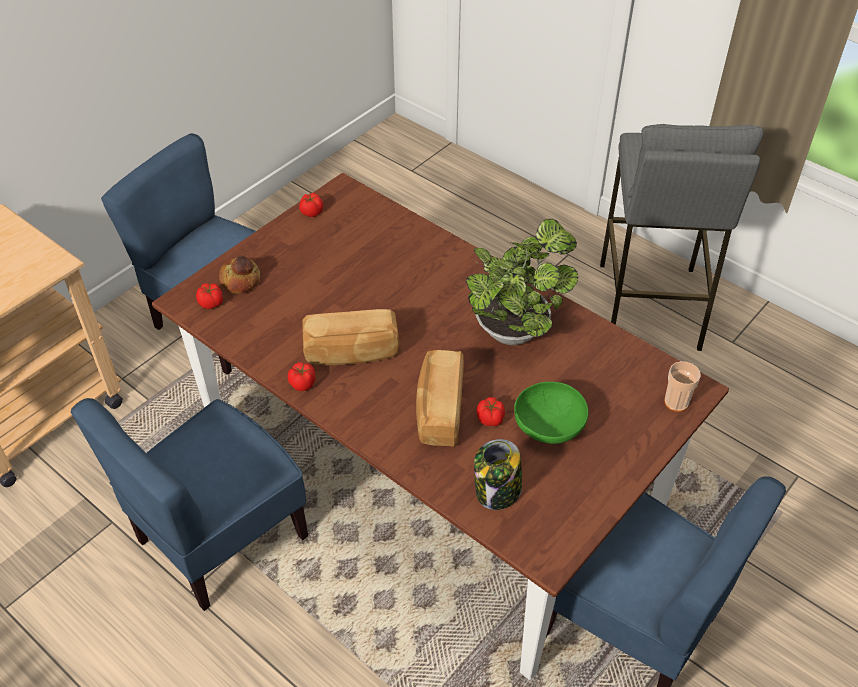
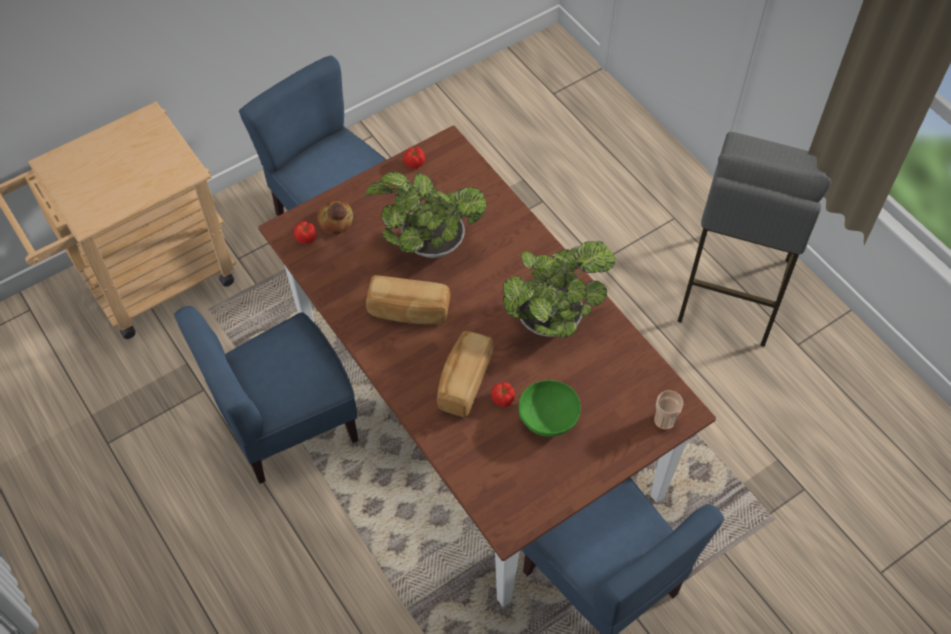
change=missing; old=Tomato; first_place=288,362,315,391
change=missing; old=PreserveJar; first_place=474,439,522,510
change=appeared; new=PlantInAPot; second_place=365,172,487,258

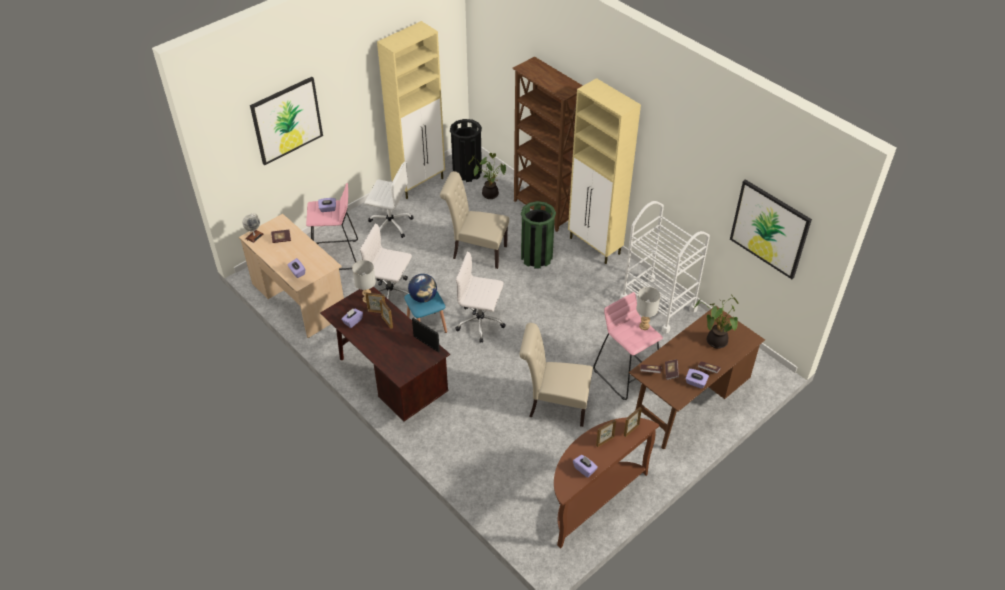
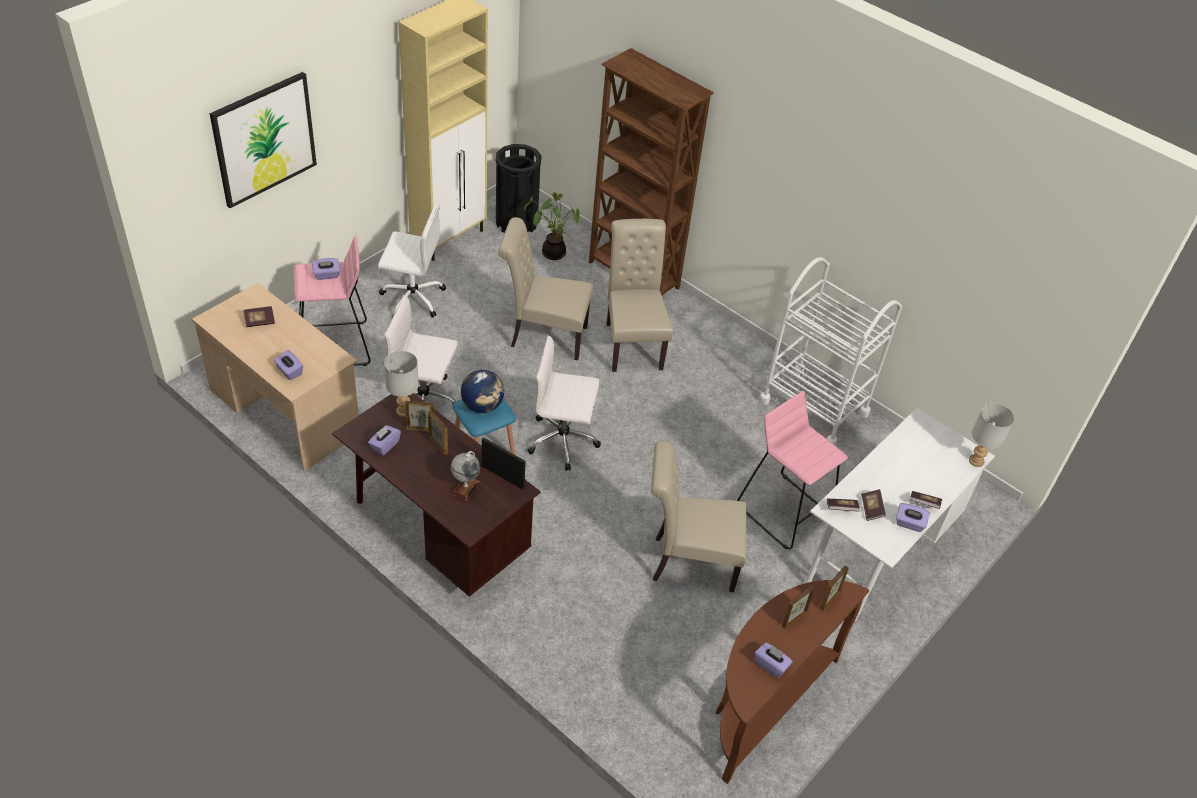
change=missing; old=BeigeCabinet; first_place=568,78,641,264
change=missing; old=PlantInAPot; first_place=694,296,738,348
change=missing; old=WallPicture; first_place=730,179,812,279
change=relocated; old=WorldGlobe; first_place=242,213,263,243; second_place=451,451,480,501
change=relocated; old=GreyTabletopLamp; first_place=636,287,660,330; second_place=969,403,1014,467
change=exchanged; old=GreenTrashCan; new=BeigeUprightChair; first_place=521,201,556,268; second_place=606,219,673,372
change=colour; old=BrownDeskUnit; new=WhiteColouredDeskUnit; first_place=629,307,765,449; second_place=804,408,995,621

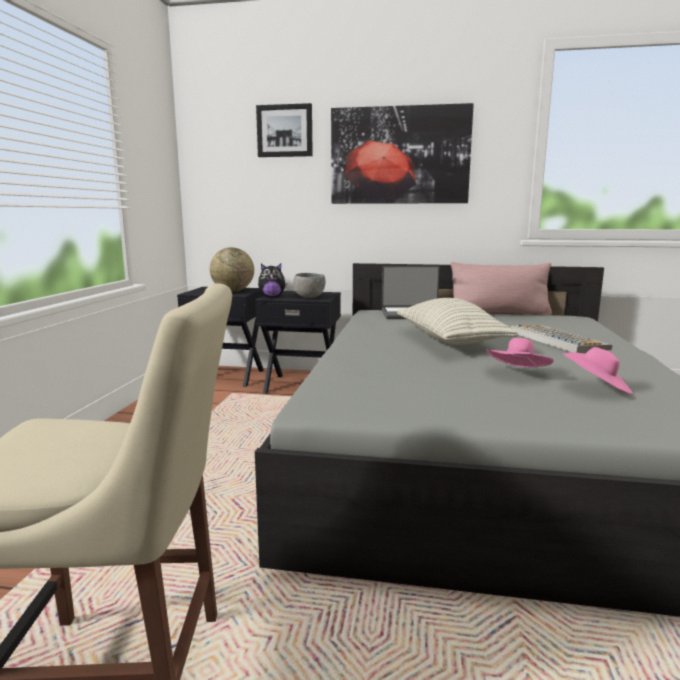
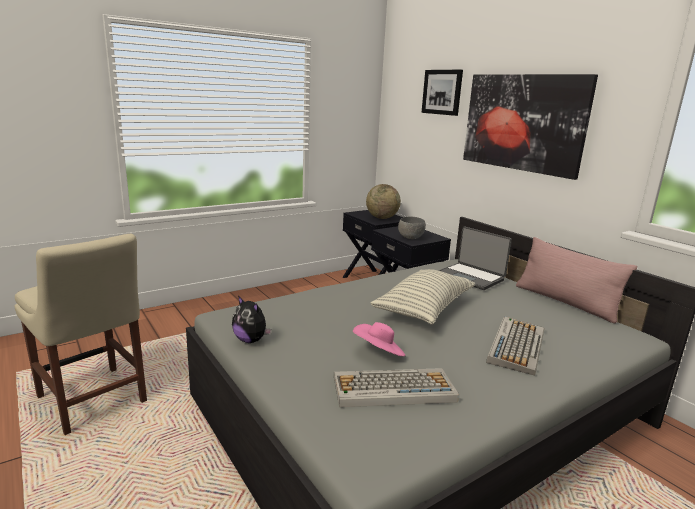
change=relocated; old=SoftToy; first_place=258,264,287,297; second_place=232,296,272,343
change=exchanged; old=PinkColouredClothingHat; new=ComputerKeyboard; first_place=563,347,633,395; second_place=334,368,459,407

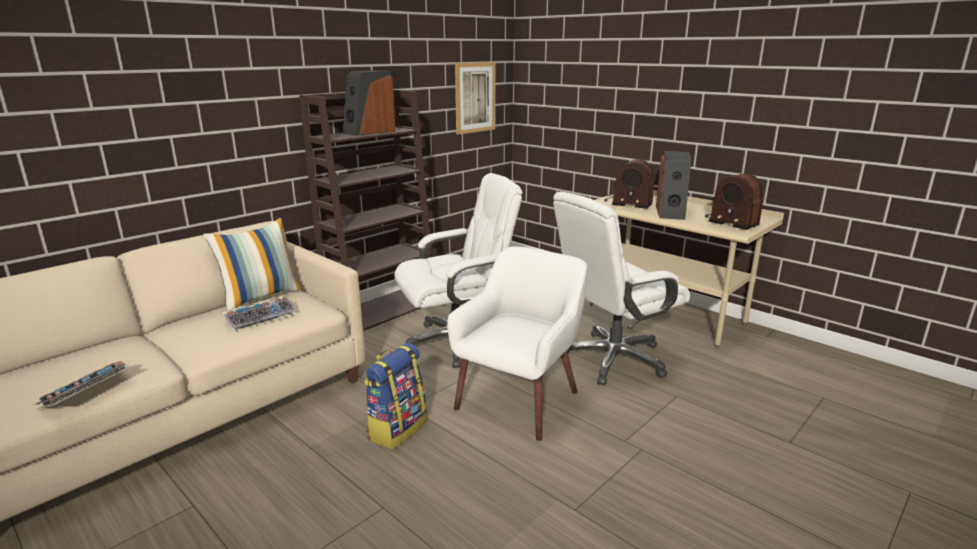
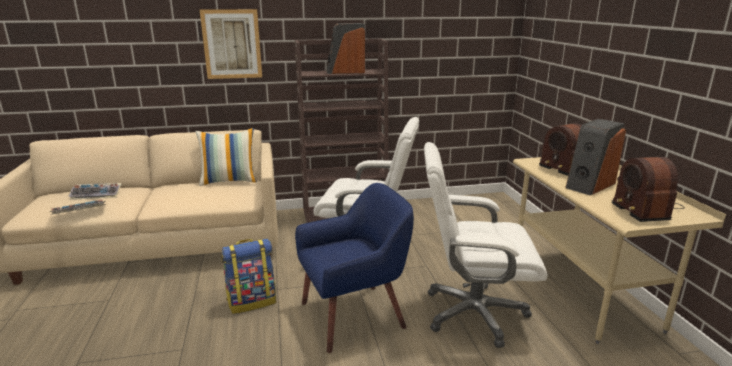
change=relocated; old=ComputerKeyboard; first_place=222,296,296,332; second_place=68,183,122,200
change=relocated; old=WallPicture; first_place=455,62,496,135; second_place=200,9,262,79
change=colour; old=WhiteColouredEasyChair; new=BlueColouredEasyChair; first_place=447,246,587,441; second_place=295,183,414,353

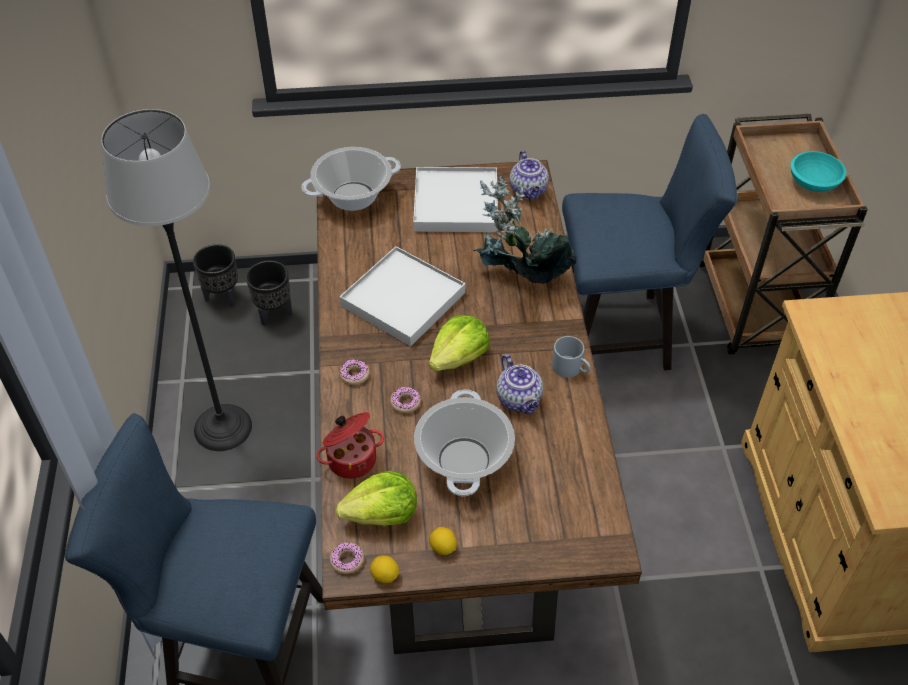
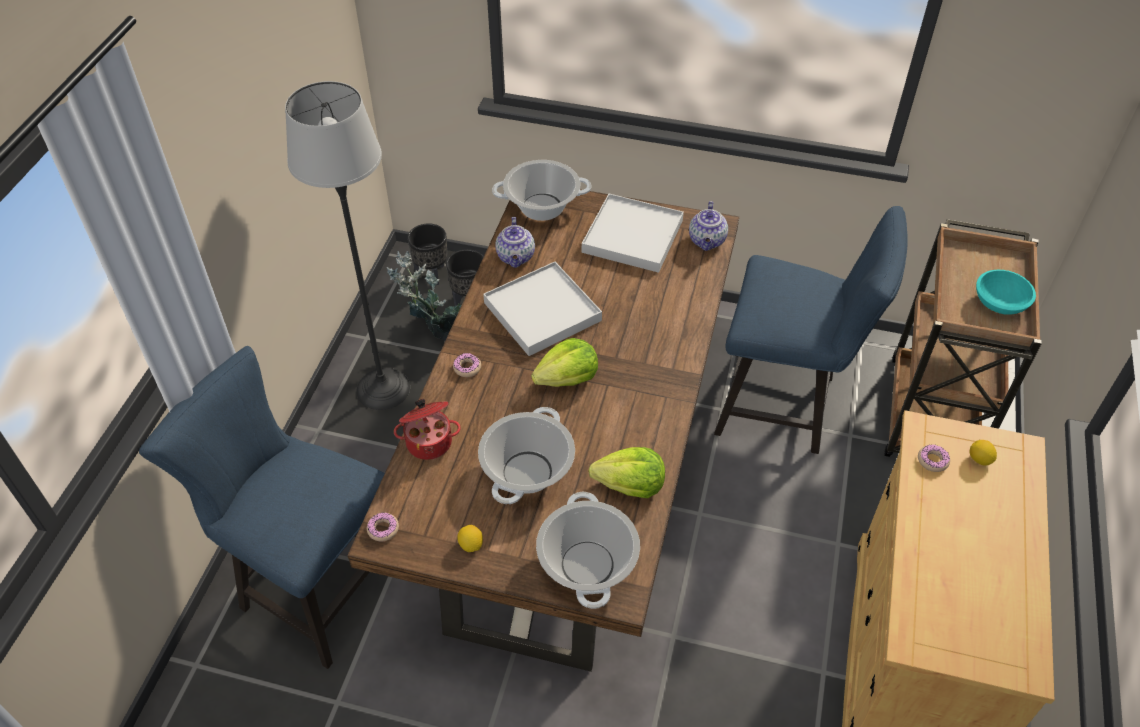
change=missing; old=GreyCoffeeMug; first_place=552,336,591,378
change=appeared; new=Stockpot; second_place=536,492,640,609
change=relocated; old=HeadOfLettuce; first_place=336,471,417,526; second_place=588,447,665,498
change=relocated; old=Lemon; first_place=370,555,399,583; second_place=970,440,997,466
change=relocated; old=Donut; first_place=390,387,421,413; second_place=918,444,950,472
change=relocated; old=PlantInAPot; first_place=474,176,577,284; second_place=387,251,461,340
change=relocated; old=PotForTea; first_place=496,354,543,414; second_place=495,217,535,268

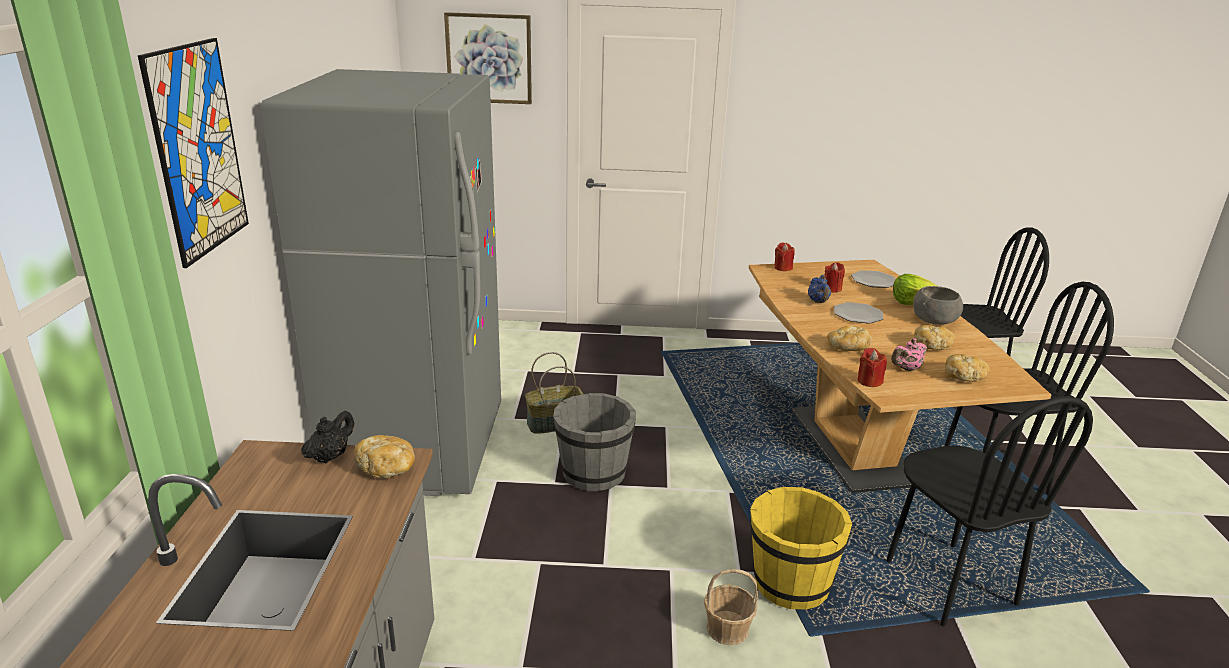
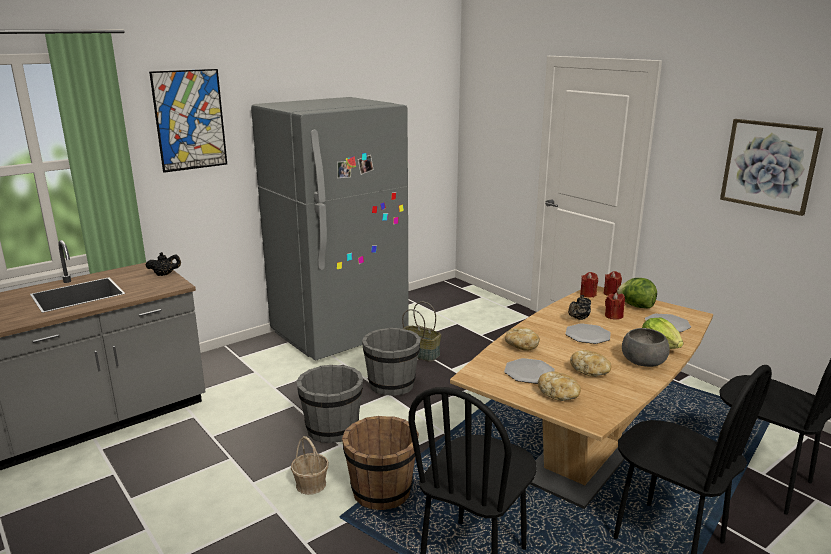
change=missing; old=BakeryBread; first_place=354,435,415,478
change=appeared; new=GreyPail; second_place=297,365,363,443
change=appeared; new=HeadOfLettuce; second_place=617,278,657,309
change=relocated; old=WallPicture; first_place=444,12,532,104; second_place=720,119,823,216
change=relocated; old=RedColouredCandle; first_place=858,348,887,387; second_place=580,272,598,297
change=exchanged; old=PinkColouredPotForTea; new=FlatDish; first_place=891,338,927,371; second_place=504,358,555,384
change=colour; old=YellowColouredPail; new=BrownPail; first_place=750,487,852,610; second_place=342,416,419,510
change=colour; old=BlueColouredPotForTea; new=BlackColouredPotForTea; first_place=808,275,831,303; second_place=568,295,591,320

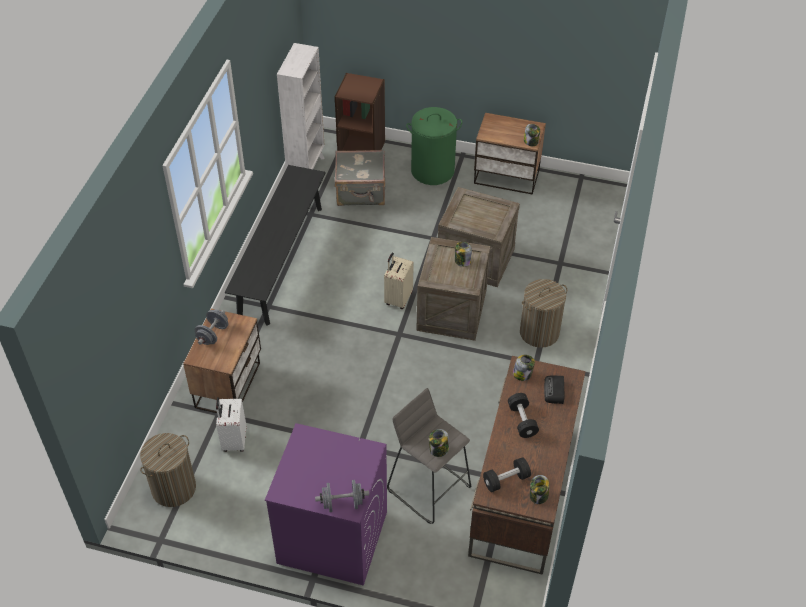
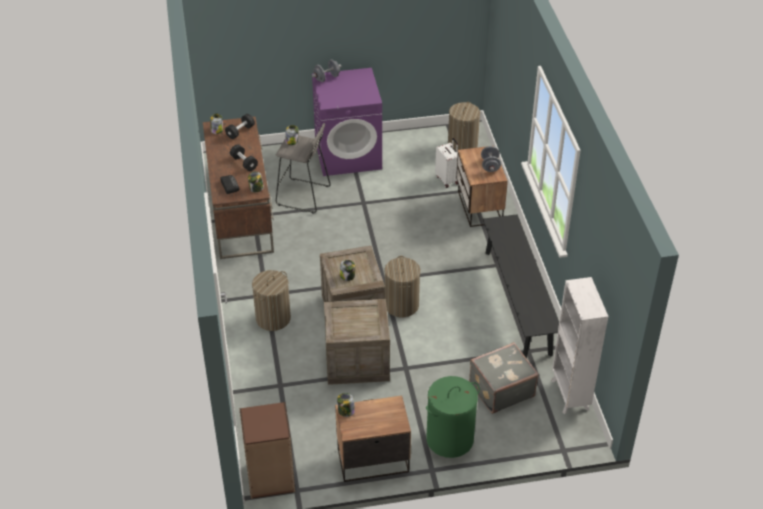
change=relocated; old=BrownShelvingUnit; first_place=335,73,385,151; second_place=240,402,295,499
change=exchanged; old=BeigeTravelCase; new=WashingBasket; first_place=384,253,414,309; second_place=384,256,420,318

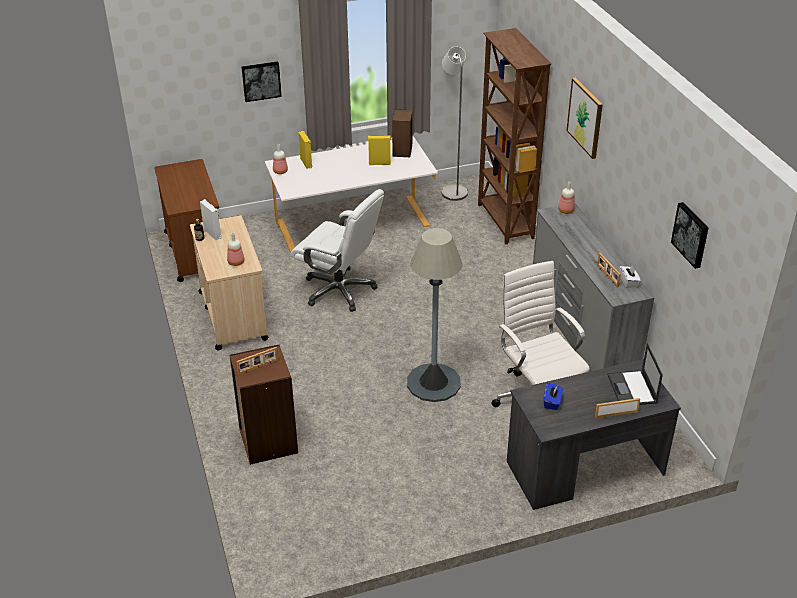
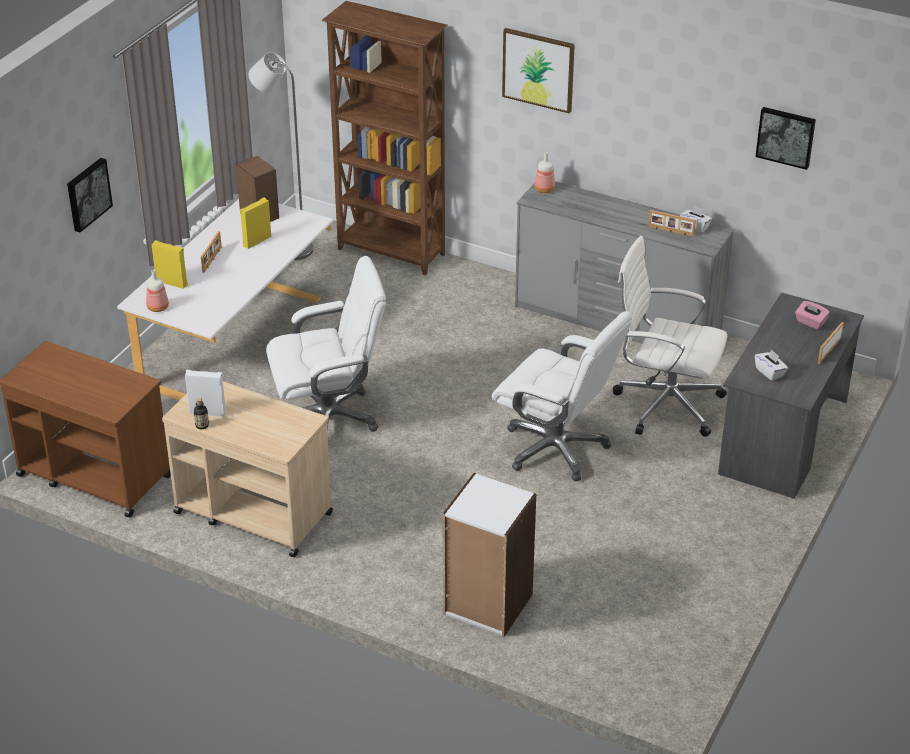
change=missing; old=BeverageBottle; first_place=227,233,244,266
change=relocated; old=PhotoFrame; first_place=236,347,278,375; second_place=201,231,222,273
change=exchanged; old=GreyStandingLamp; new=WhiteColouredComputerChair; first_place=407,228,463,402; second_place=492,311,633,482
change=exchanged; old=Laptop; new=PinkColouredBoxOfTissues; first_place=607,343,663,405; second_place=795,301,830,329
change=colour; old=BrownShelvingUnit; new=WhiteColouredShelvingUnit; first_place=229,345,298,465; second_place=443,473,536,637
change=colour; old=BlueColouredBoxOfTissues; new=WhiteColouredBoxOfTissues; first_place=544,383,563,410; second_place=755,349,788,381

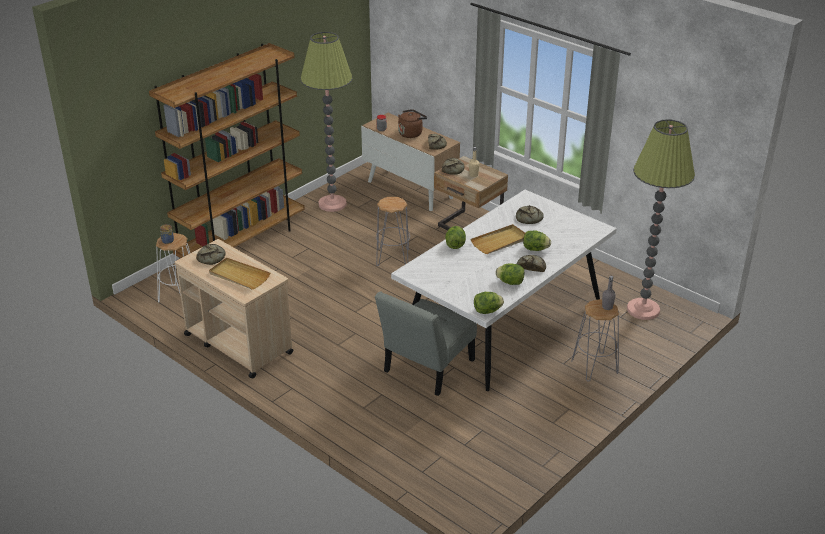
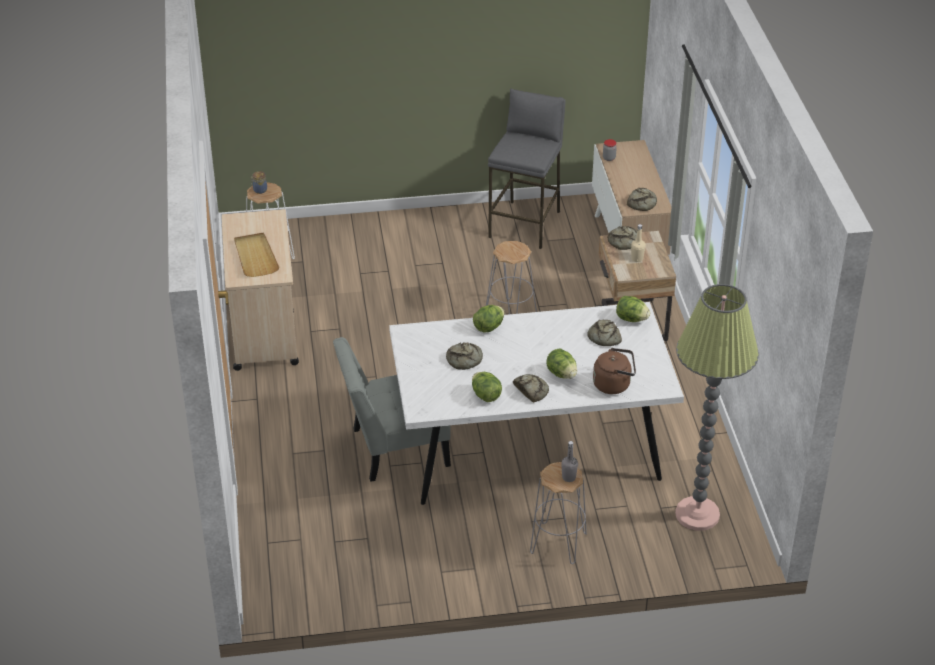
change=missing; old=BrownShelvingUnit; first_place=149,43,305,258
change=missing; old=BeigeTray; first_place=470,224,525,254
change=relocated; old=BakeryBread; first_place=196,244,226,265; second_place=446,342,483,370
change=relocated; old=BrownTeaKettle; first_place=398,109,427,138; second_place=593,348,636,394
change=relocated; old=HeadOfLettuce; first_place=474,292,504,314; second_place=616,296,650,322
change=exchanged; old=StandingLamp; new=GreySittingStool; first_place=300,32,352,212; second_place=488,89,566,249

